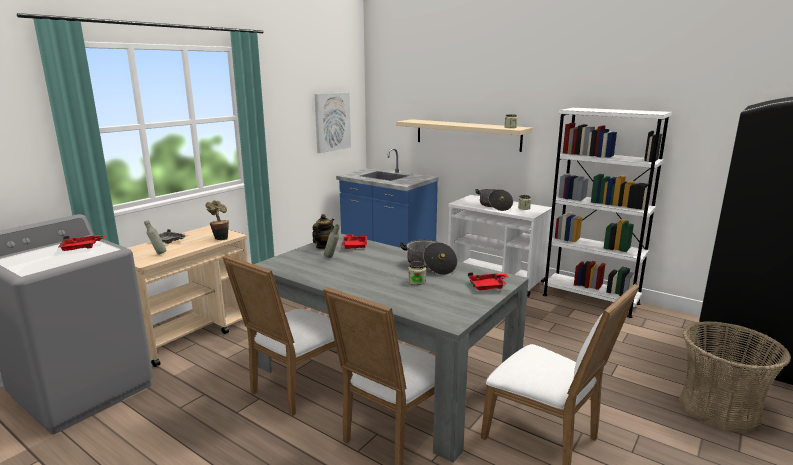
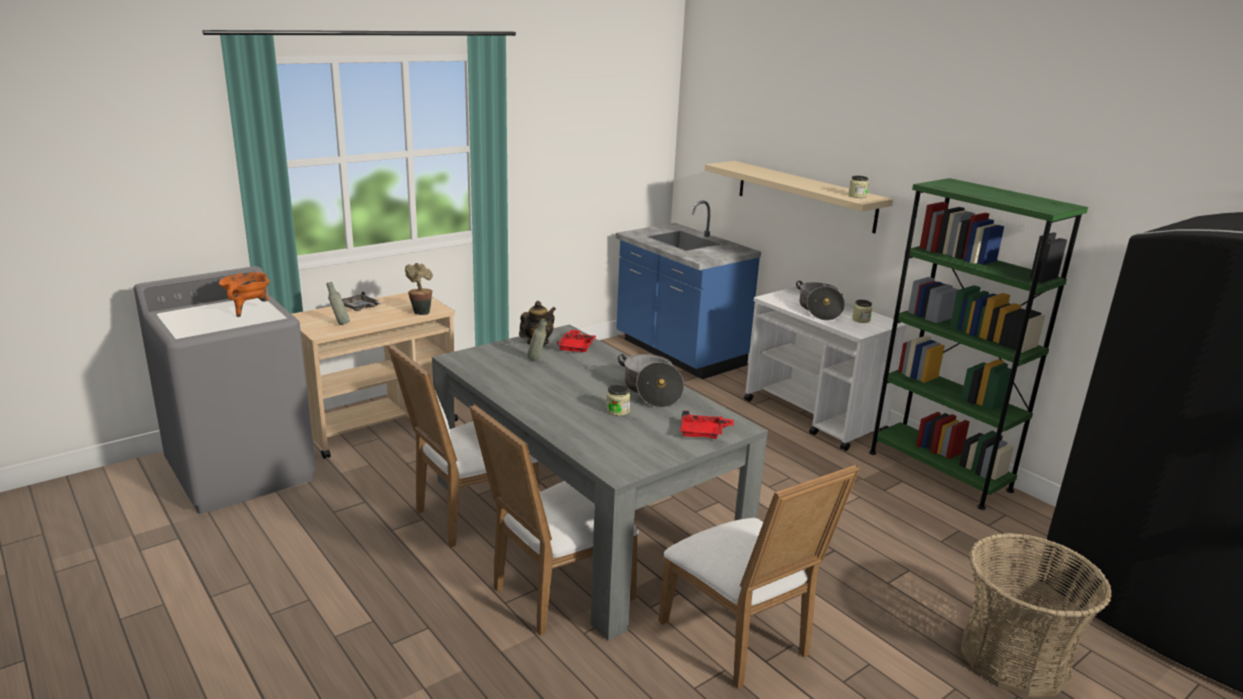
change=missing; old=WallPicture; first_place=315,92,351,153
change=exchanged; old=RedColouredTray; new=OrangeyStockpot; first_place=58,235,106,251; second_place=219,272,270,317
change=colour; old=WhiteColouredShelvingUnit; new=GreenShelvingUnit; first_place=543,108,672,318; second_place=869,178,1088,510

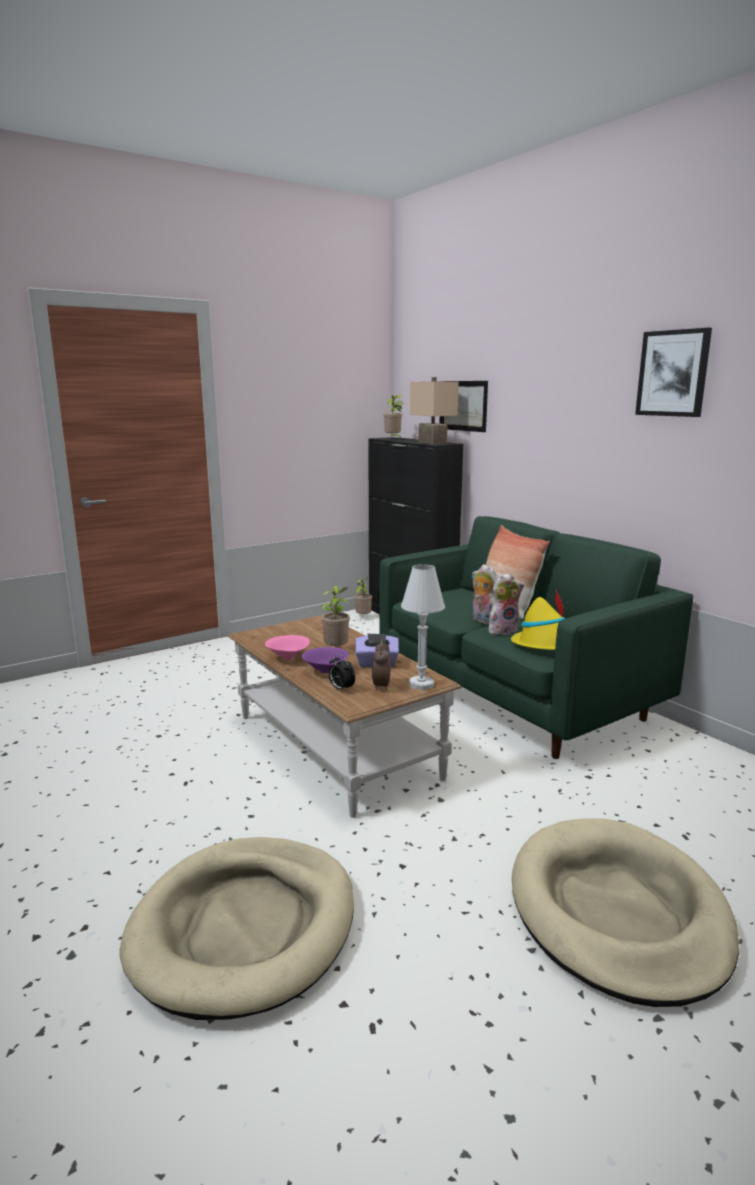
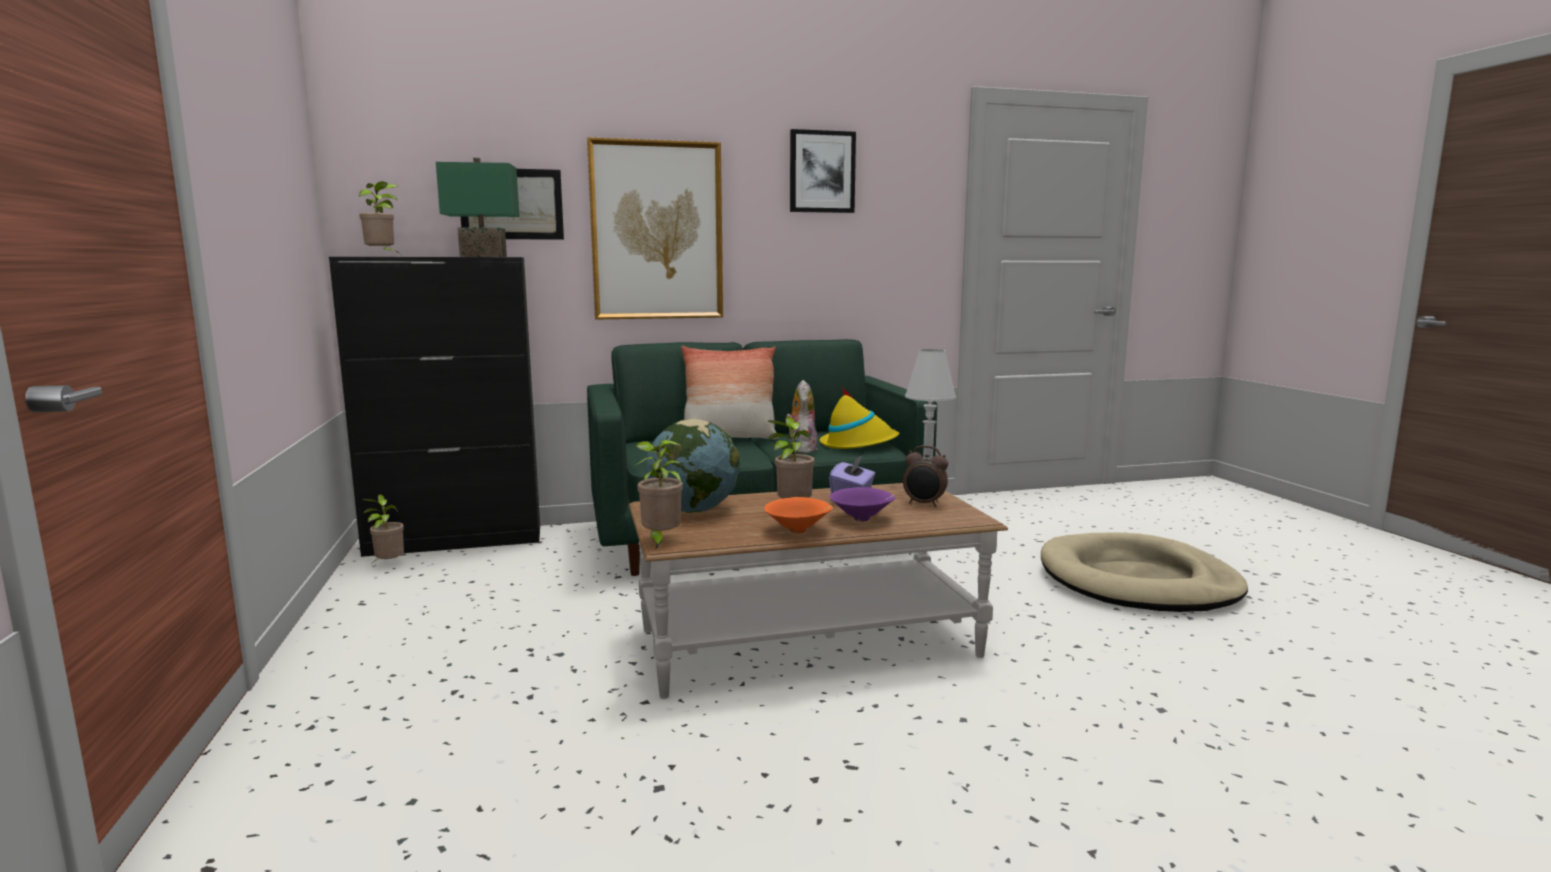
change=missing; old=BeigeDogBed; first_place=120,837,354,1020
change=missing; old=AlarmClock; first_place=329,654,355,691
change=missing; old=SoftToy; first_place=471,564,497,624
change=appeared; new=WallPicture; second_place=587,137,723,320
change=appeared; new=PlantInAPot; second_place=634,440,684,550
change=appeared; new=WorldGlobe; second_place=647,419,740,513
change=colour; old=PinkColouredDeepDish; new=OrangeyDeepDish; first_place=265,635,310,660; second_place=764,497,833,534
change=colour; old=BeigeTabletopLamp; new=GreenTabletopLamp; first_place=410,377,459,444; second_place=436,158,519,257

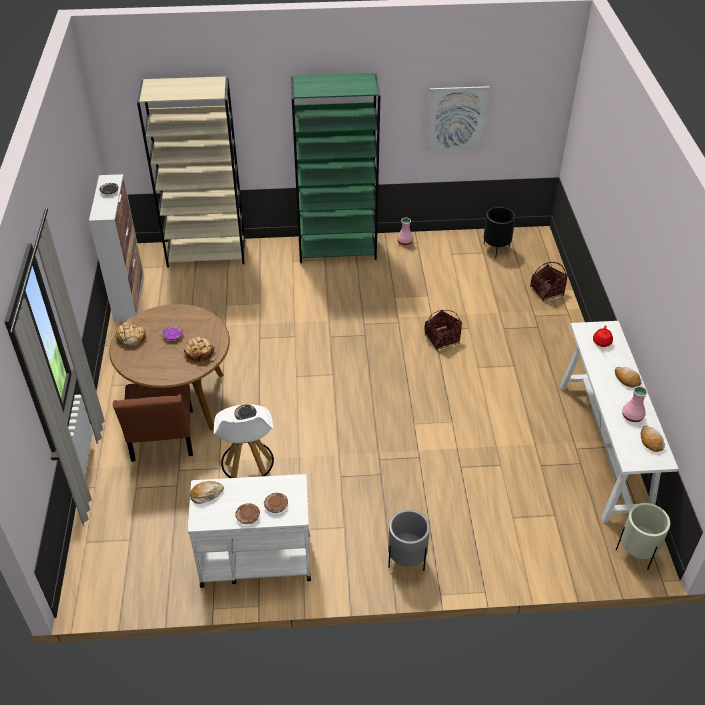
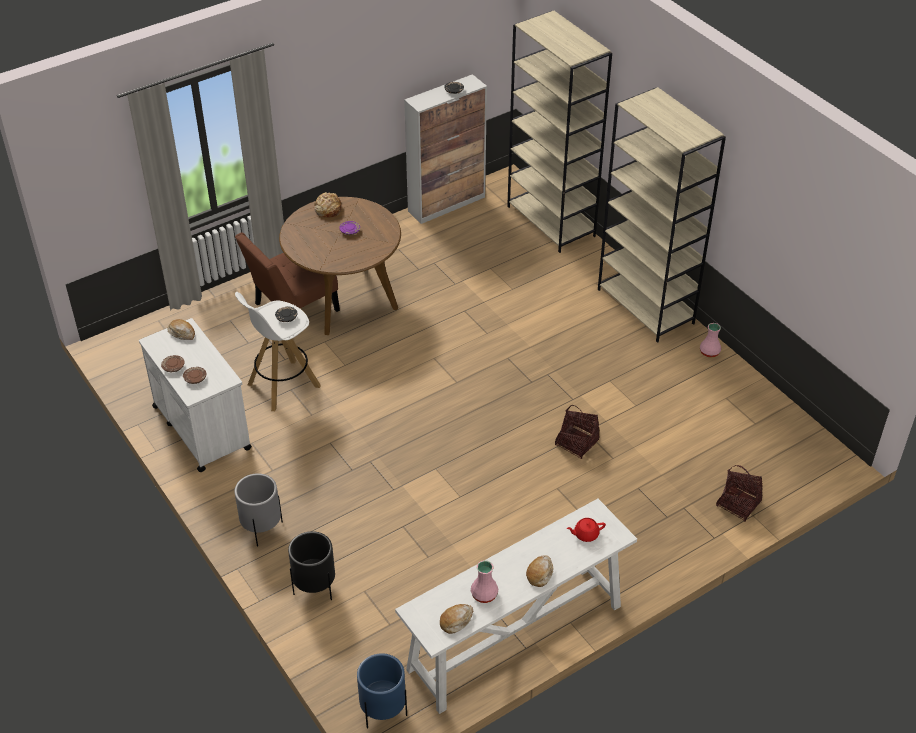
change=missing; old=BakeryBread; first_place=184,337,215,362
change=missing; old=WallPicture; first_place=426,86,490,150
change=relocated; old=BlackColouredPlantPot; first_place=484,207,516,259; second_place=288,531,335,600
change=colour; old=GreenShelvingUnit; new=BeigeShelvingUnit; first_place=291,73,380,263; second_place=598,87,726,343
change=colour; old=BeigePlantPot; new=BlueColouredPlantPot; first_place=616,503,670,570; second_place=357,653,407,729

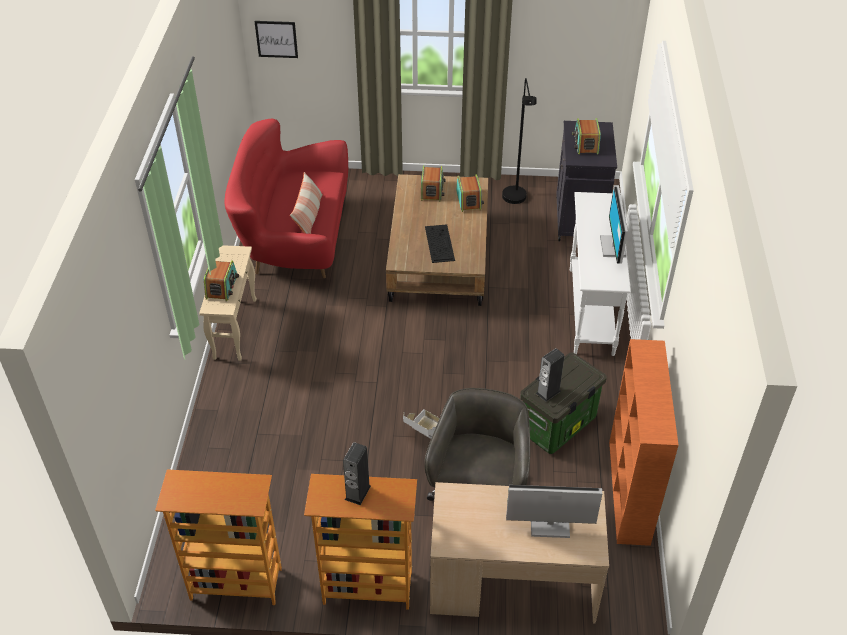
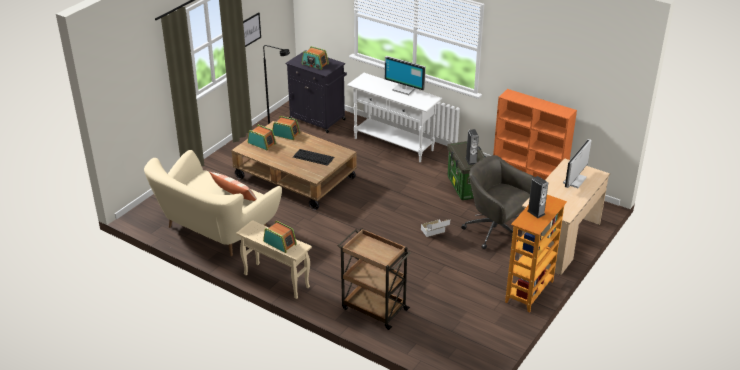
change=missing; old=ShelvingUnit; first_place=155,470,282,605
change=appeared; new=BrownWheeledCart; second_place=338,228,411,330
change=relocated; old=WallPicture; first_place=254,21,298,58; second_place=243,12,261,47
change=colour; old=RedColouredSofa; new=BeigeSofa; first_place=225,118,348,278; second_place=144,150,282,256

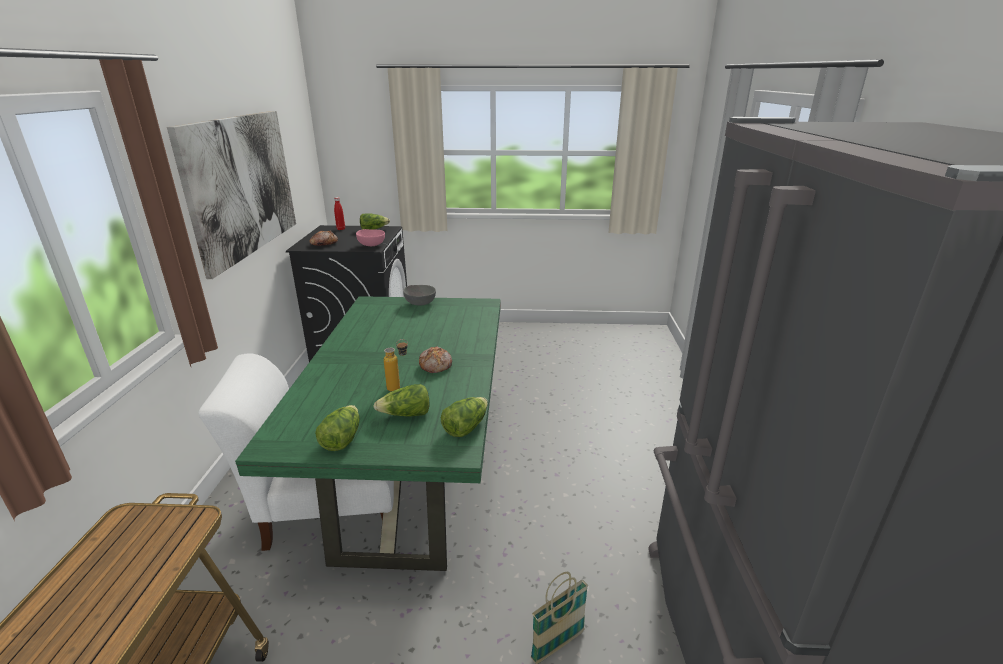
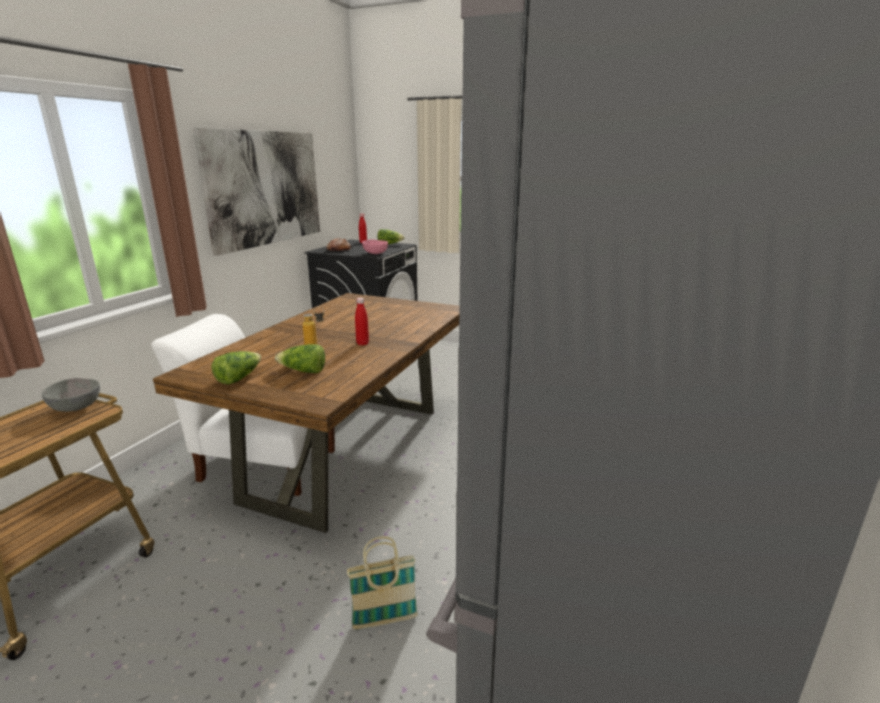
change=missing; old=HeadOfLettuce; first_place=441,397,488,437
change=relocated; old=GreyDeepDish; first_place=403,285,436,306; second_place=42,378,100,412
change=exchanged; old=BakeryBread; new=RedColouredBeverageBottle; first_place=419,346,452,373; second_place=355,298,369,346
change=colour; old=GreenKitchenTable; new=BrownKitchenTable; first_place=235,296,501,571; second_place=153,293,460,533

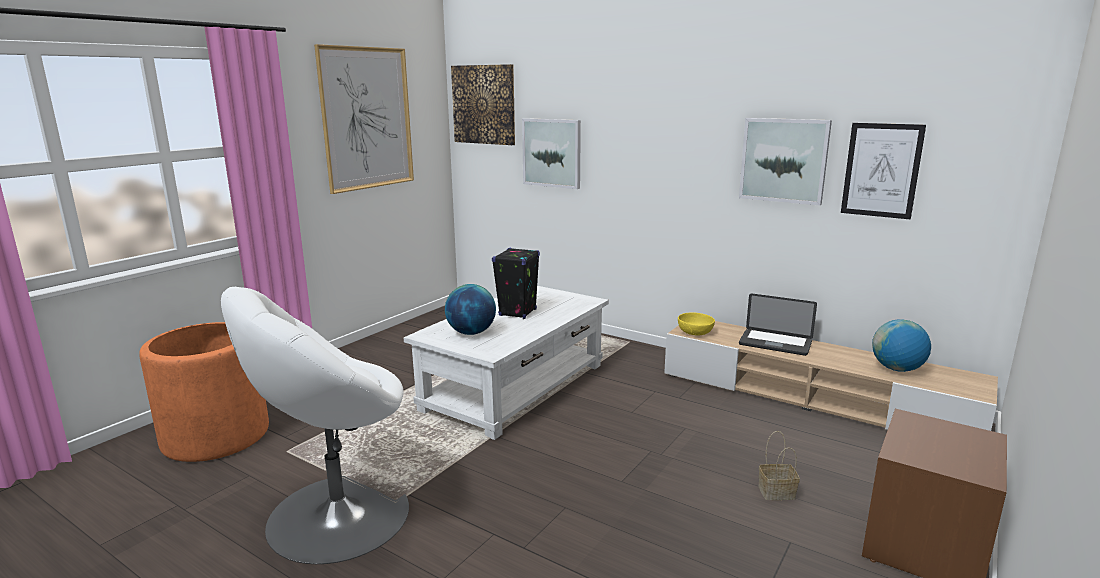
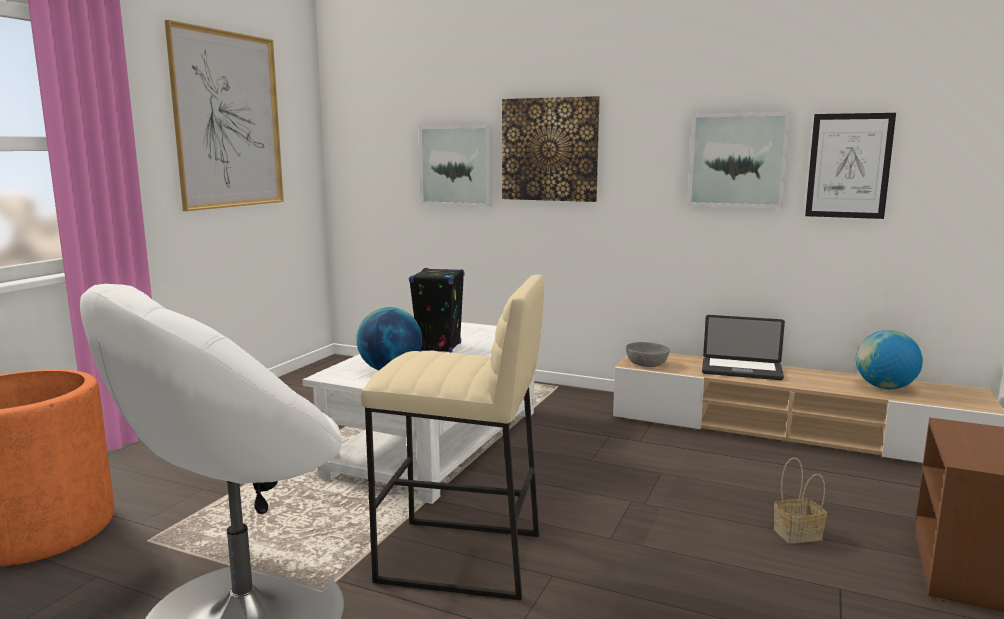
change=appeared; new=BeigeSittingStool; second_place=360,275,544,600
change=relocated; old=WallPicture; first_place=451,64,515,145; second_place=502,96,600,202
change=colour; old=YellowColouredDeepDish; new=GreyDeepDish; first_place=678,312,715,335; second_place=626,342,670,367

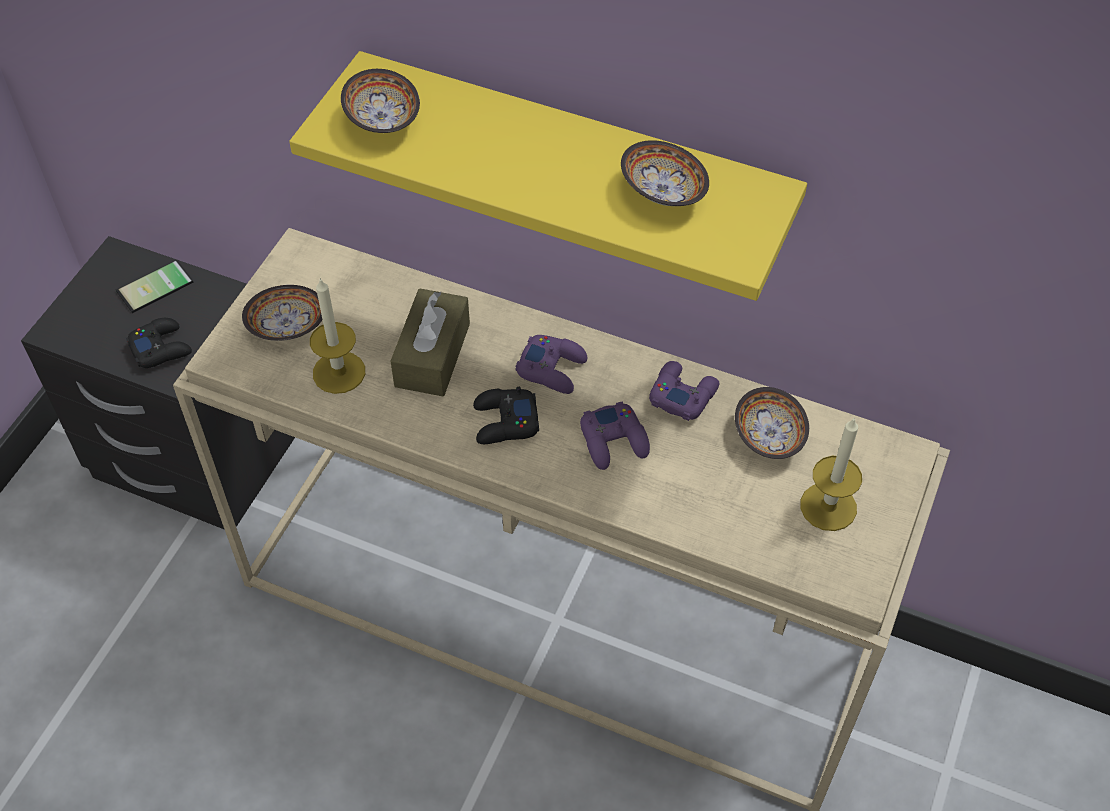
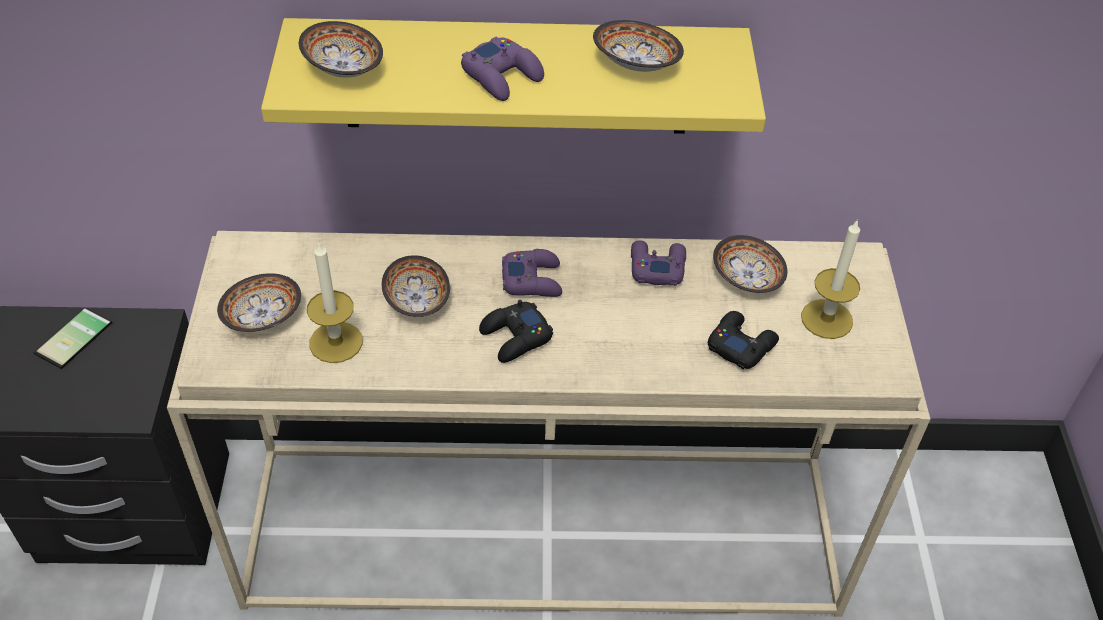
change=relocated; old=BlackColouredGameController; first_place=126,318,192,368; second_place=708,311,779,369
change=relocated; old=PurplishGameController; first_place=580,401,650,470; second_place=461,37,544,101
change=exchanged; old=BrownBoxOfTissues; new=DeepDish; first_place=391,288,470,396; second_place=382,255,450,317

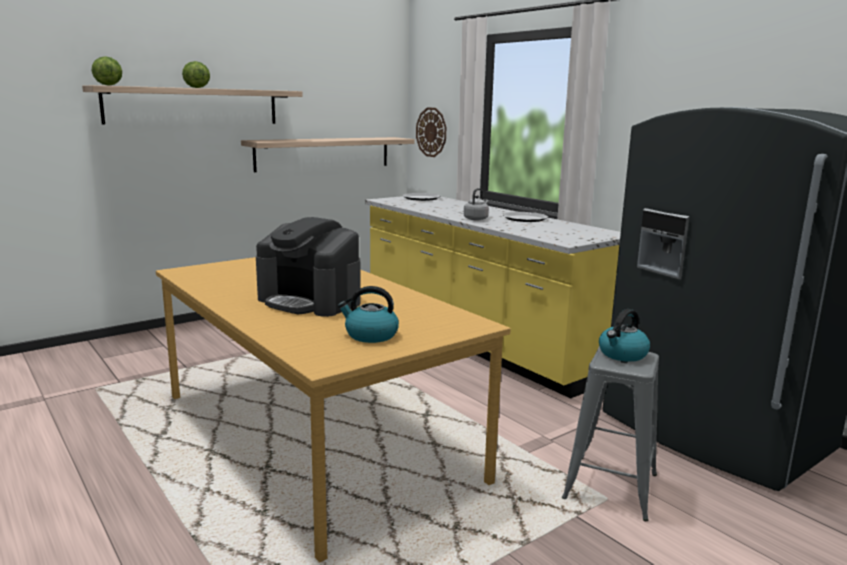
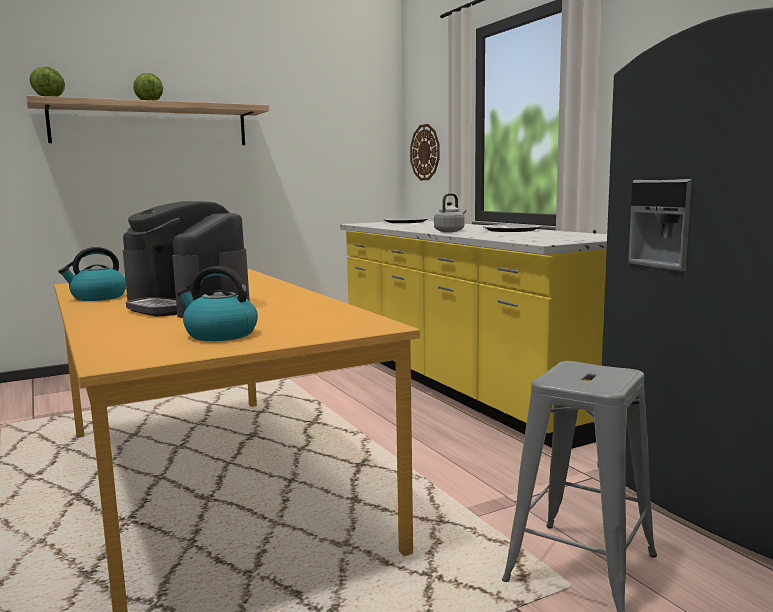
change=missing; old=BracketShelf; first_place=241,137,415,172
change=relocated; old=TeaKettle; first_place=599,309,650,362; second_place=58,247,126,301

